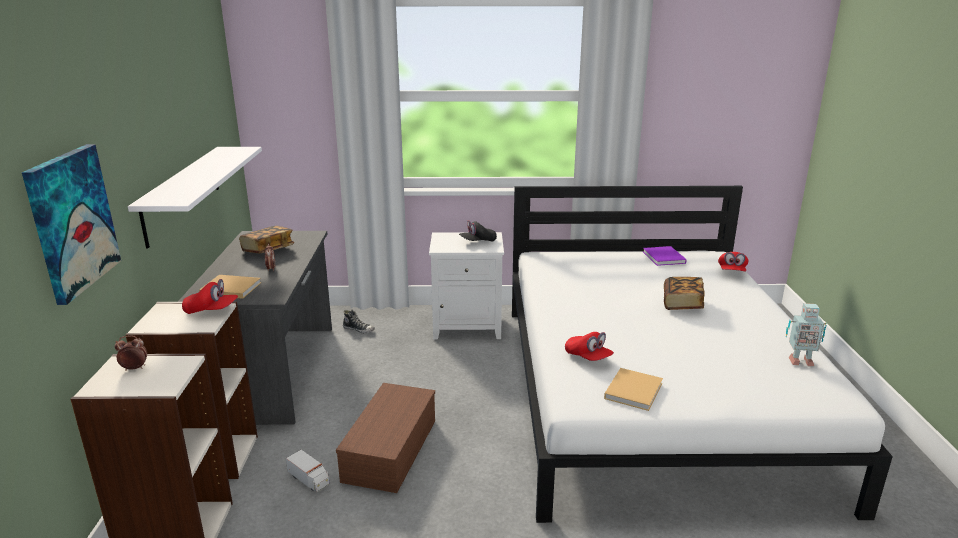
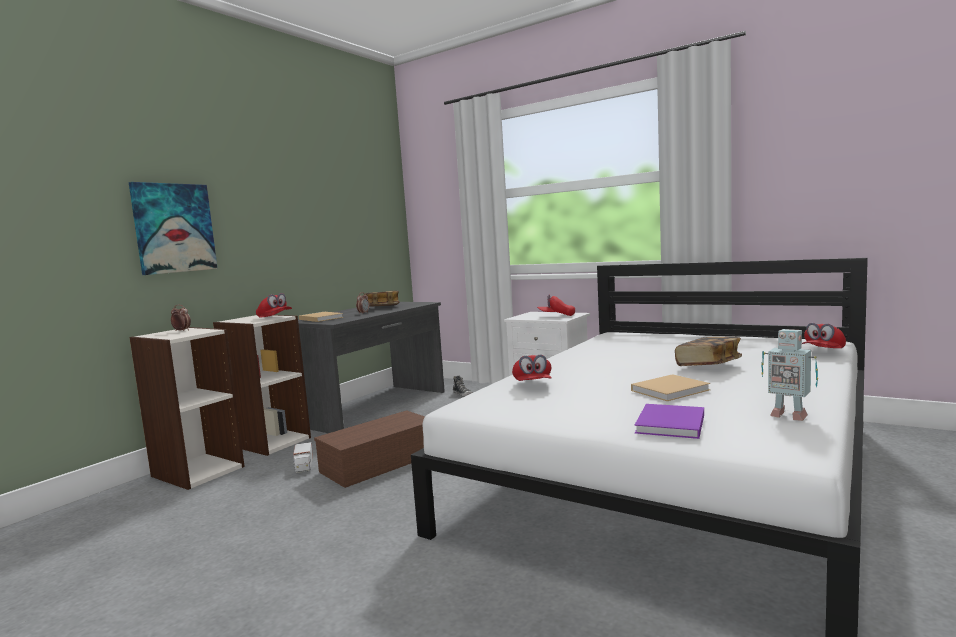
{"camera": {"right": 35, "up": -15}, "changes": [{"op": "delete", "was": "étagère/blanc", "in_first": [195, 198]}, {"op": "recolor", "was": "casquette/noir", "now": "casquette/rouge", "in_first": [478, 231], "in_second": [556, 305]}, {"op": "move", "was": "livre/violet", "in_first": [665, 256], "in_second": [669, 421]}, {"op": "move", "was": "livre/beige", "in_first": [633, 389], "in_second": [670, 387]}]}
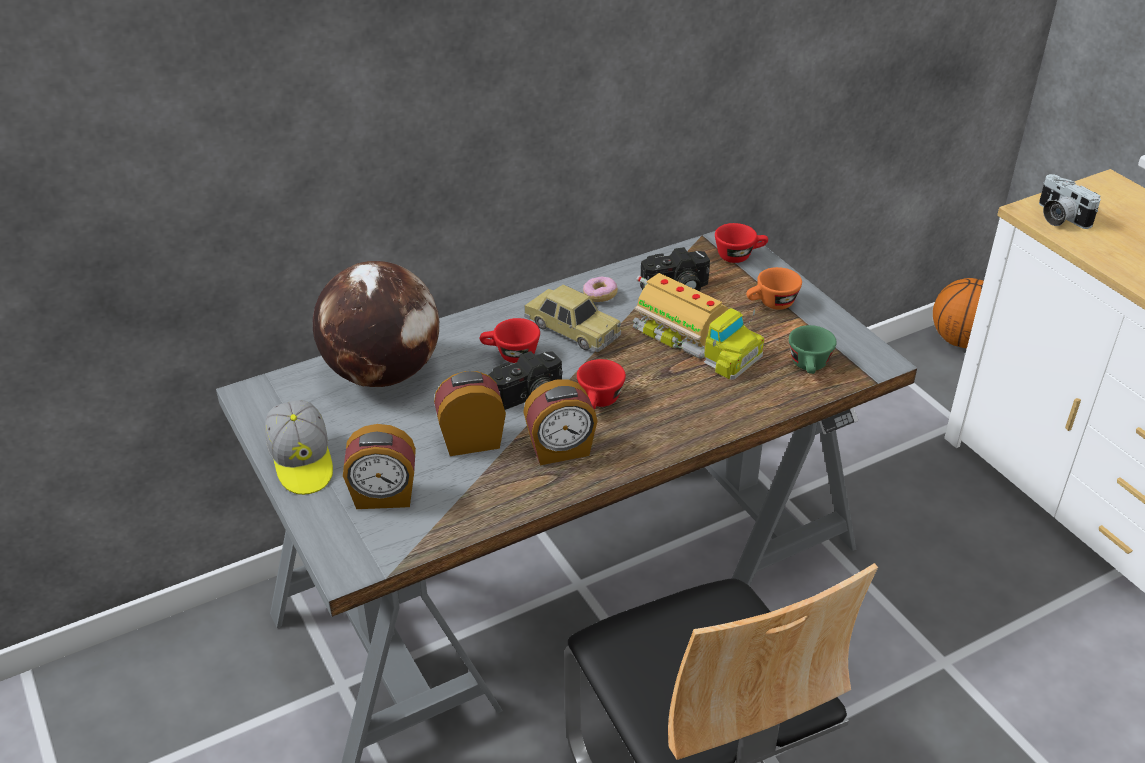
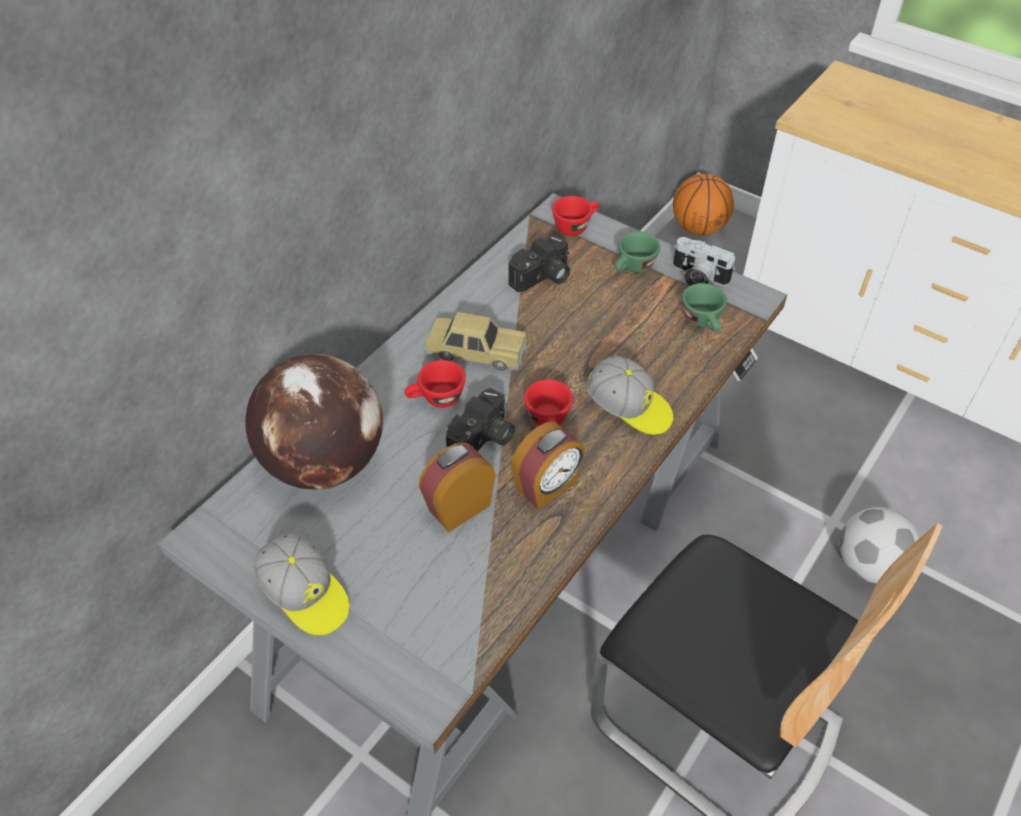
{"camera": {"right": -25, "up": 10}, "changes": [{"op": "move", "was": "appareil photo", "in_first": [1070, 201], "in_second": [704, 261]}, {"op": "recolor", "was": "tasse/orange", "now": "tasse/vert", "in_first": [774, 288], "in_second": [637, 252]}, {"op": "delete", "was": "camion jouet", "in_first": [698, 326]}, {"op": "delete", "was": "beignet", "in_first": [600, 289]}, {"op": "delete", "was": "réveil", "in_first": [379, 466]}, {"op": "insert", "now": "casquette", "in_second": [629, 395]}, {"op": "insert", "now": "ballon de foot", "in_second": [879, 545]}]}
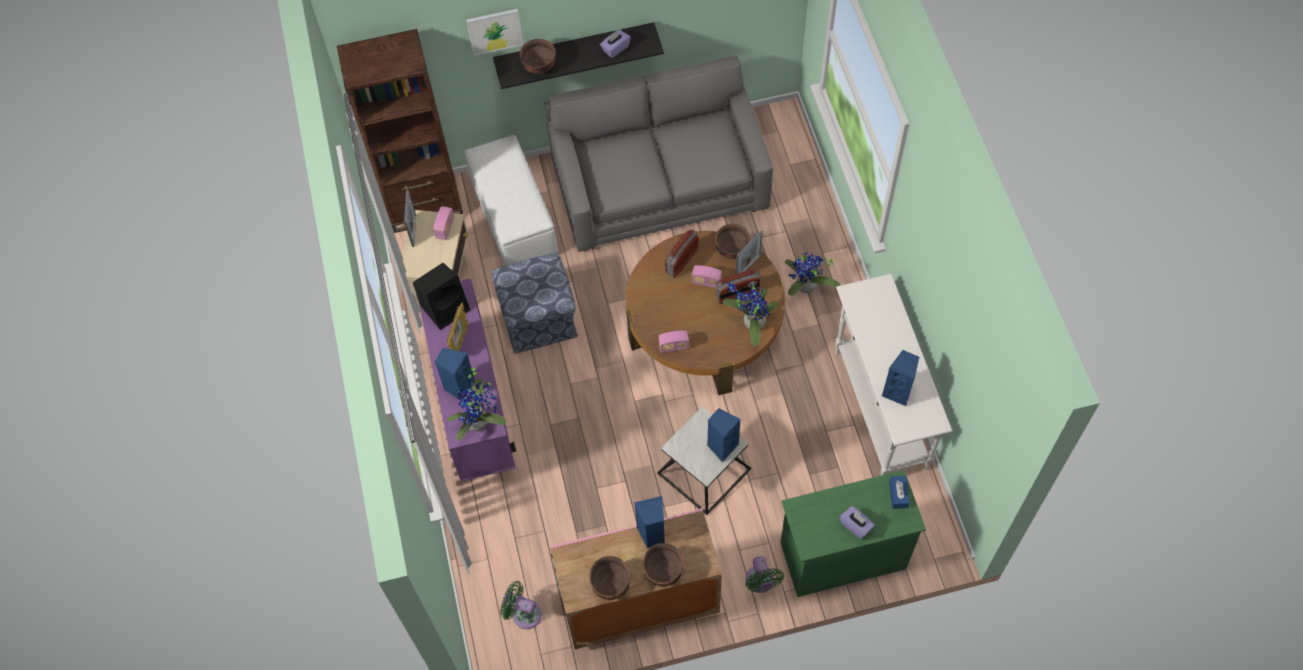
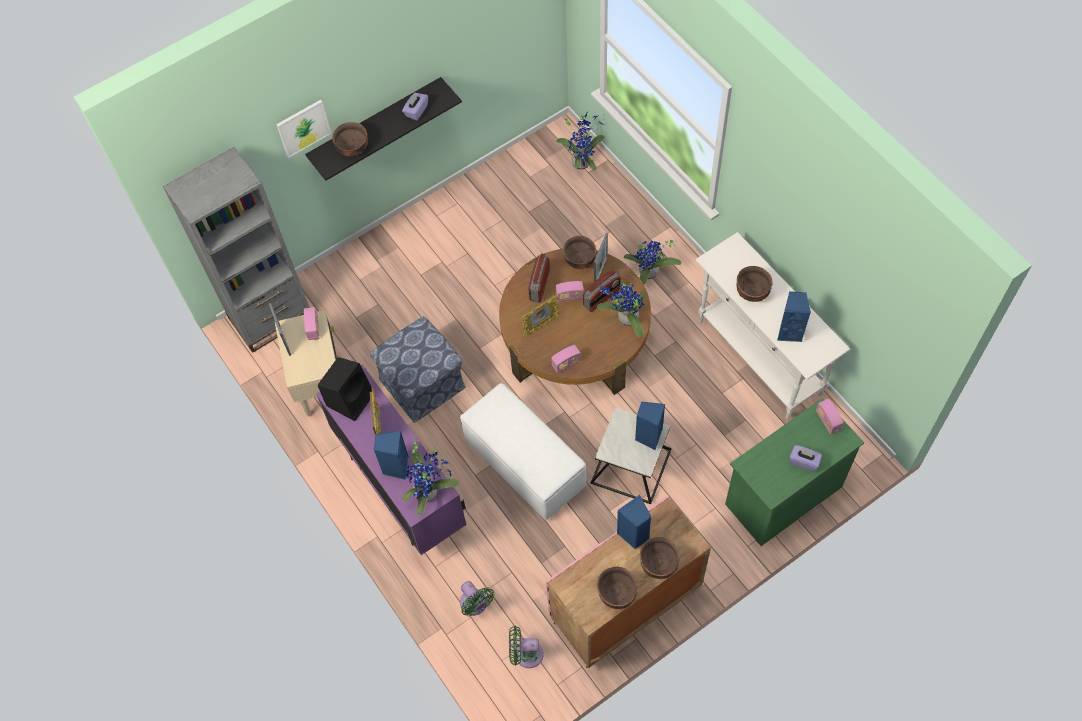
{"camera": {"right": -20, "up": 0}, "changes": [{"op": "recolor", "was": "bibliothèque/marron", "now": "bibliothèque/gris", "in_first": [400, 131], "in_second": [236, 250]}, {"op": "delete", "was": "canapé/gris", "in_first": [659, 154]}, {"op": "move", "was": "pouf/blanc", "in_first": [511, 200], "in_second": [523, 451]}, {"op": "replace", "was": "boîte à mouchoirs/bleu", "now": "radio", "in_first": [899, 492], "in_second": [829, 417]}, {"op": "move", "was": "ventilateur/vert", "in_first": [765, 574], "in_second": [477, 598]}, {"op": "insert", "now": "plante en pot", "in_second": [580, 142]}, {"op": "insert", "now": "bol/marron", "in_second": [755, 284]}, {"op": "insert", "now": "cadre photo", "in_second": [541, 315]}]}
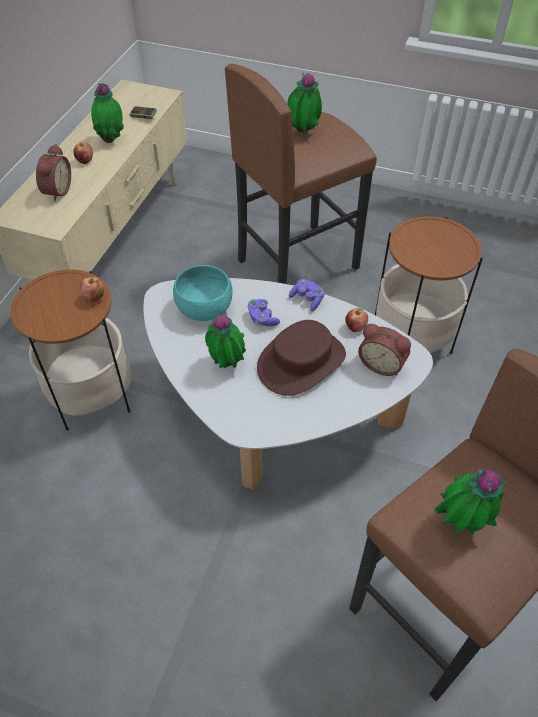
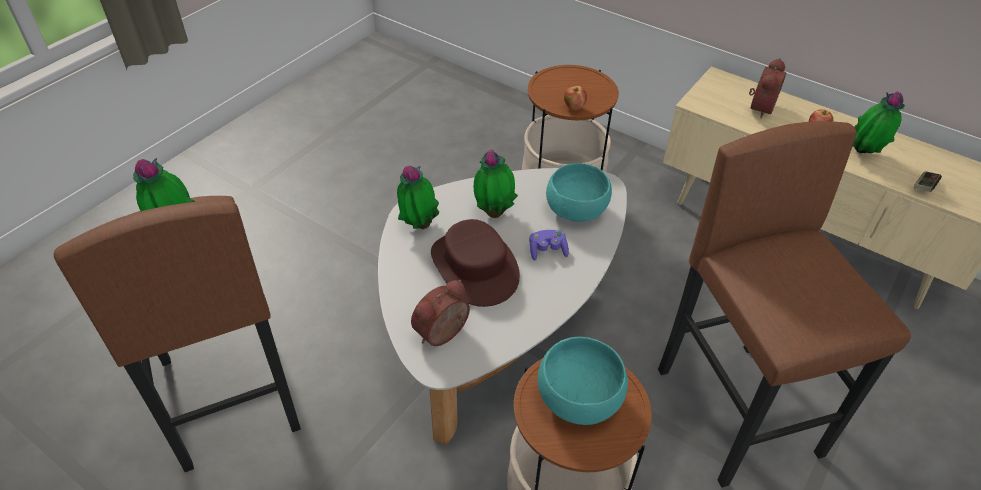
{"camera": {"right": 105, "up": -5}, "changes": [{"op": "move", "was": "plante en pot", "in_first": [304, 102], "in_second": [418, 197]}, {"op": "rotate", "was": "réveil", "in_first": [53, 172], "in_second": [767, 88], "clockwise": -90}, {"op": "delete", "was": "manette/violet", "in_first": [307, 295]}, {"op": "delete", "was": "pomme", "in_first": [356, 320]}, {"op": "insert", "now": "bol/turquoise", "in_second": [583, 381]}]}
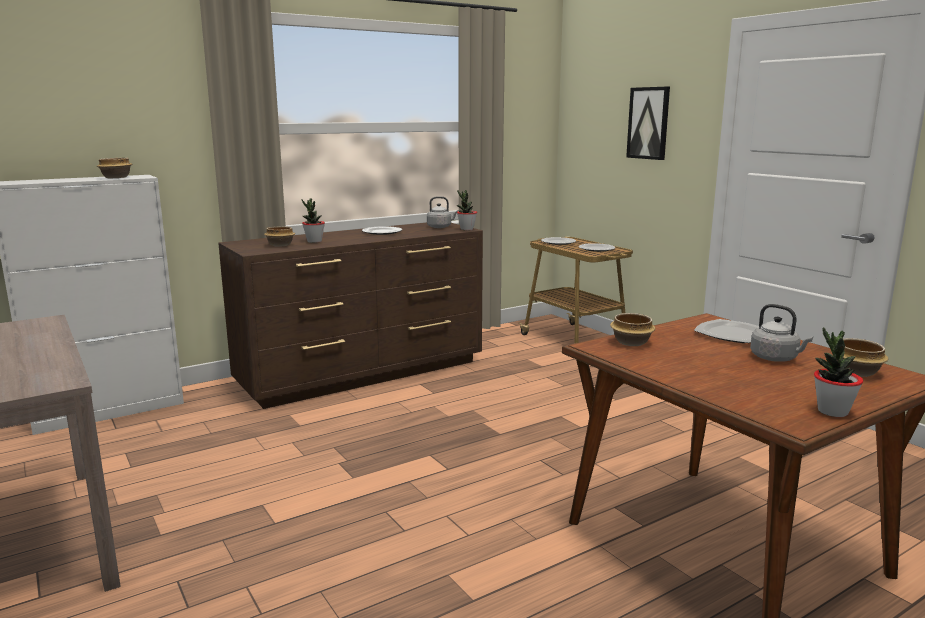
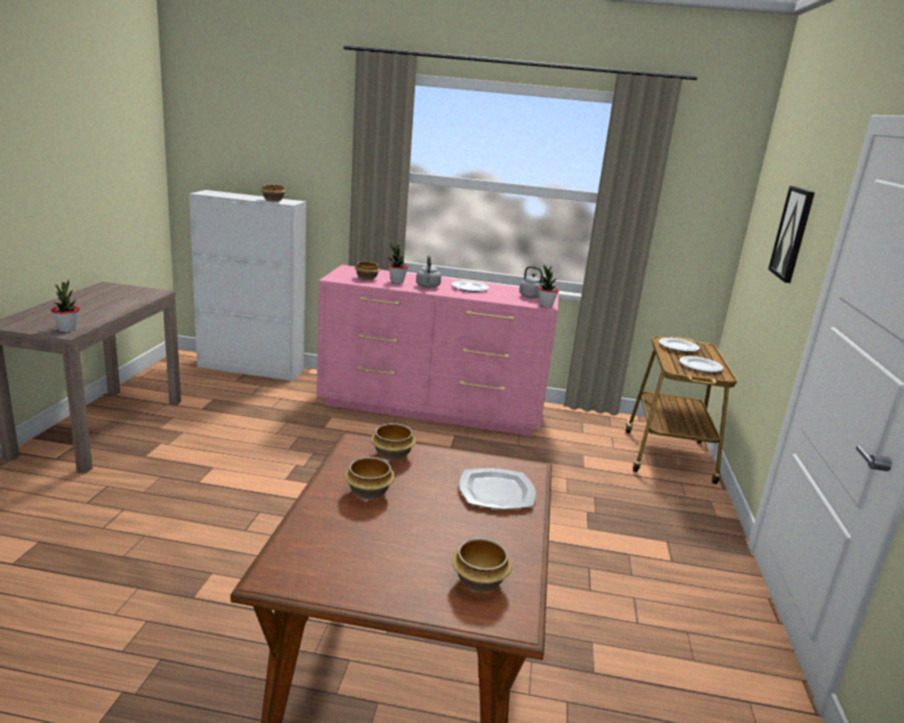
{"camera": {"right": 40, "up": 5}, "changes": [{"op": "recolor", "was": "commode/marron", "now": "commode/rose", "in_first": [350, 316], "in_second": [438, 350]}, {"op": "move", "was": "bouilloire/gris", "in_first": [781, 333], "in_second": [428, 271]}, {"op": "move", "was": "plante en pot", "in_first": [838, 372], "in_second": [65, 306]}, {"op": "insert", "now": "bol", "in_second": [370, 478]}]}
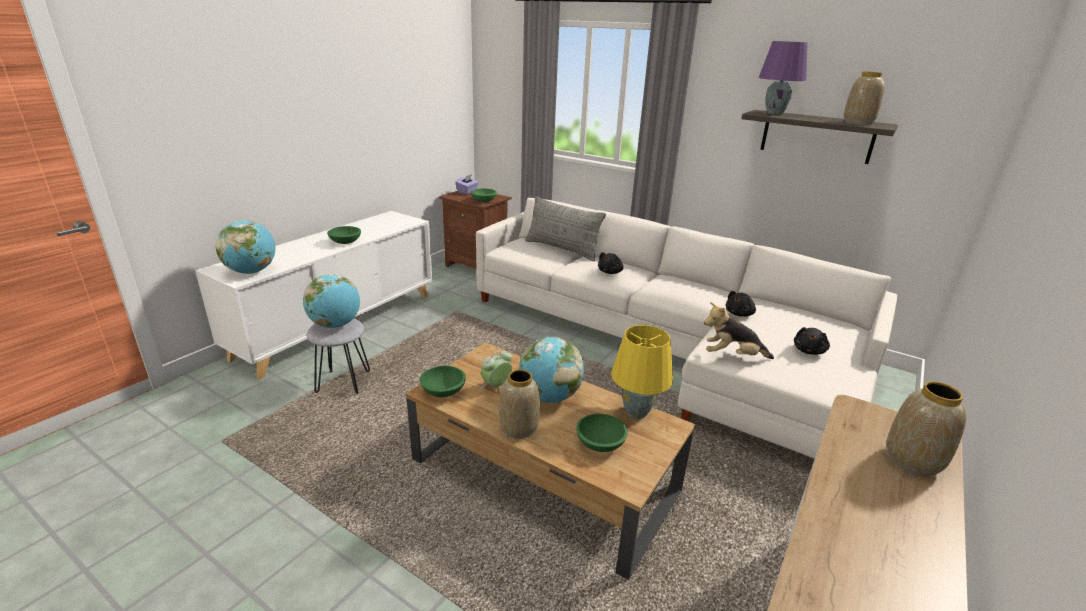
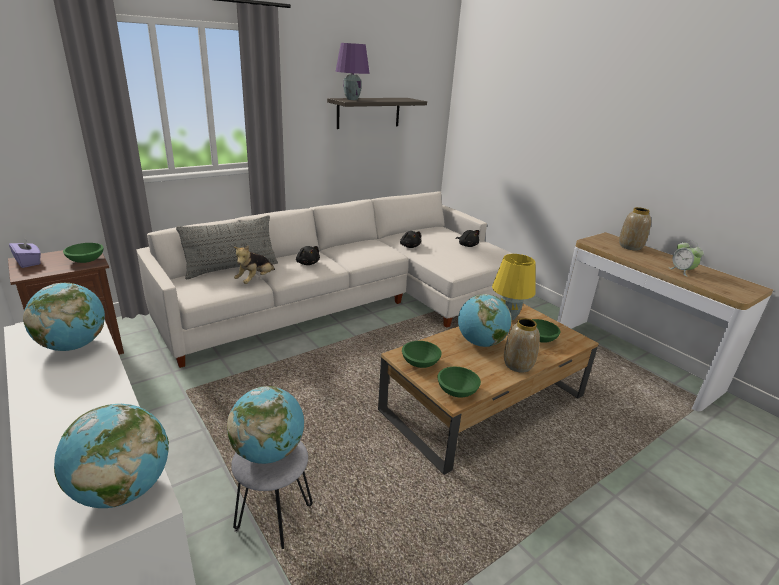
{"camera": {"right": -70, "up": 0}, "changes": [{"op": "delete", "was": "vase", "in_first": [864, 98]}, {"op": "move", "was": "bol/vert", "in_first": [344, 235], "in_second": [422, 354]}, {"op": "move", "was": "peluche", "in_first": [739, 330], "in_second": [254, 264]}, {"op": "move", "was": "réveil", "in_first": [496, 369], "in_second": [686, 258]}, {"op": "insert", "now": "globe", "in_second": [64, 317]}]}
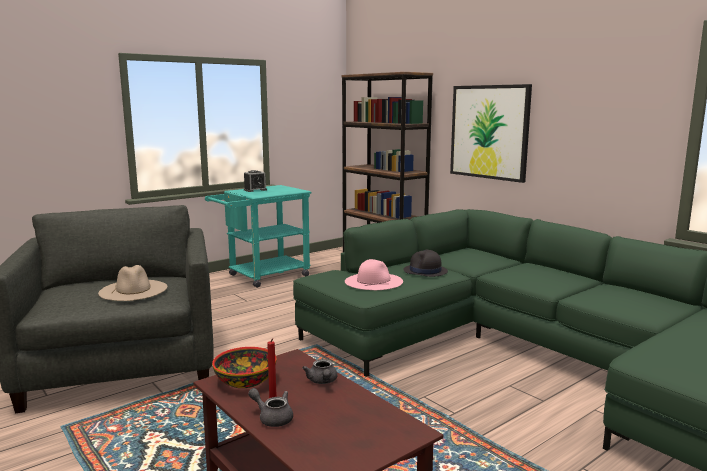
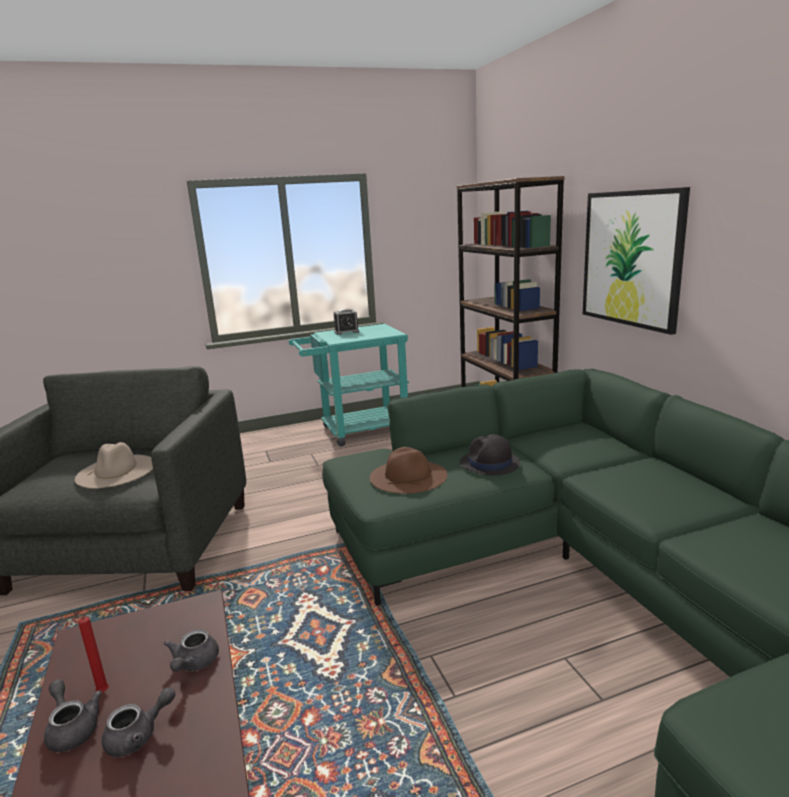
{"camera": {"right": 20, "up": 5}, "changes": [{"op": "recolor", "was": "chapeau/rose", "now": "chapeau/marron", "in_first": [374, 274], "in_second": [408, 470]}, {"op": "delete", "was": "bol", "in_first": [244, 367]}, {"op": "insert", "now": "théière/gris", "in_second": [139, 722]}]}
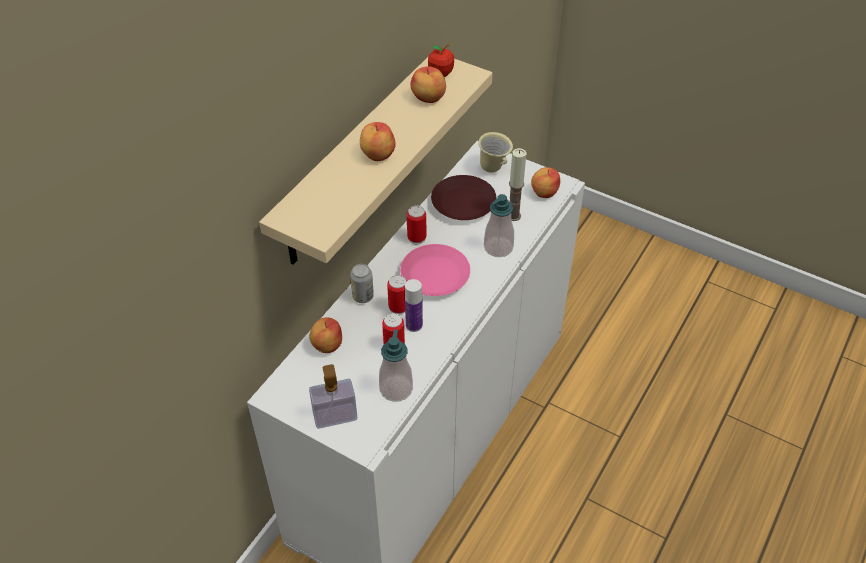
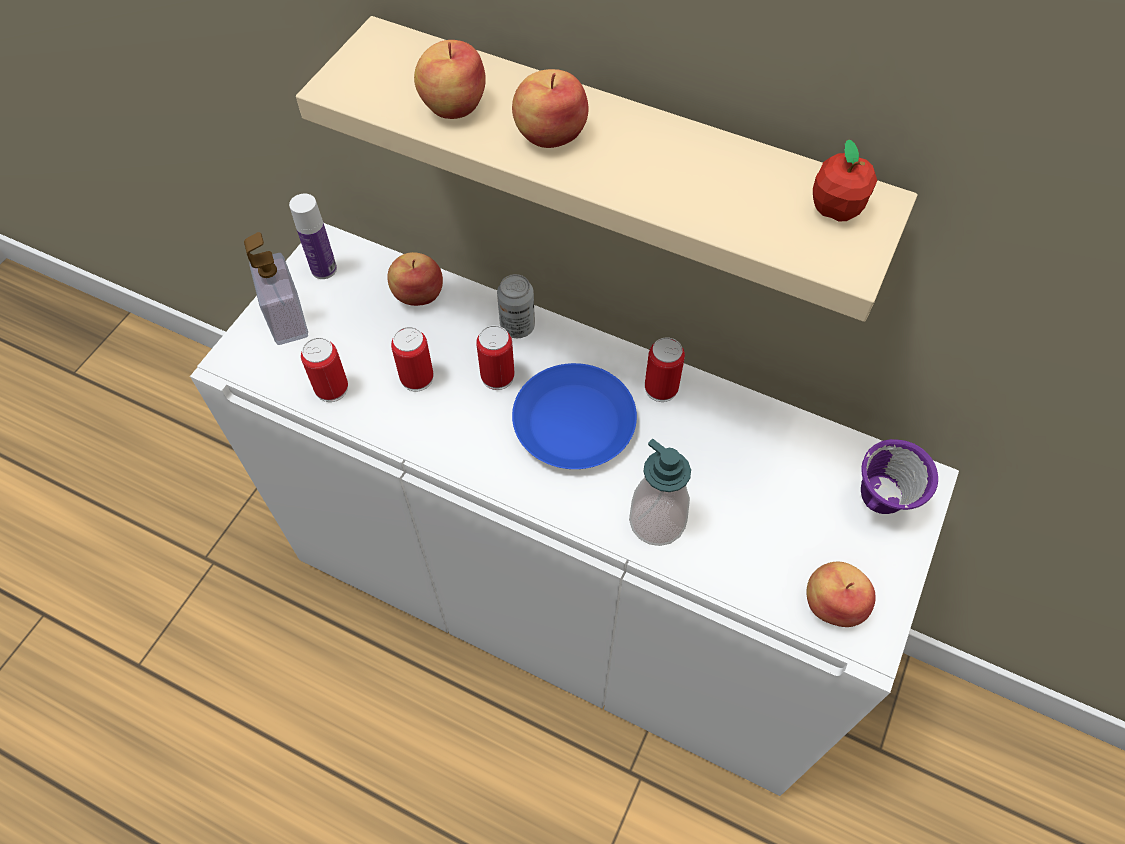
{"camera": {"right": 85, "up": 10}, "changes": [{"op": "move", "was": "pomme", "in_first": [428, 84], "in_second": [450, 79]}, {"op": "recolor", "was": "mug/beige", "now": "mug/violet", "in_first": [495, 152], "in_second": [899, 476]}, {"op": "delete", "was": "bougie", "in_first": [517, 184]}, {"op": "delete", "was": "assiette/marron", "in_first": [463, 197]}, {"op": "recolor", "was": "assiette/rose", "now": "assiette/bleu", "in_first": [435, 270], "in_second": [574, 416]}, {"op": "move", "was": "bouteille", "in_first": [414, 305], "in_second": [313, 236]}, {"op": "replace", "was": "distributeur de savon", "now": "boîte métallique", "in_first": [396, 366], "in_second": [324, 369]}]}
